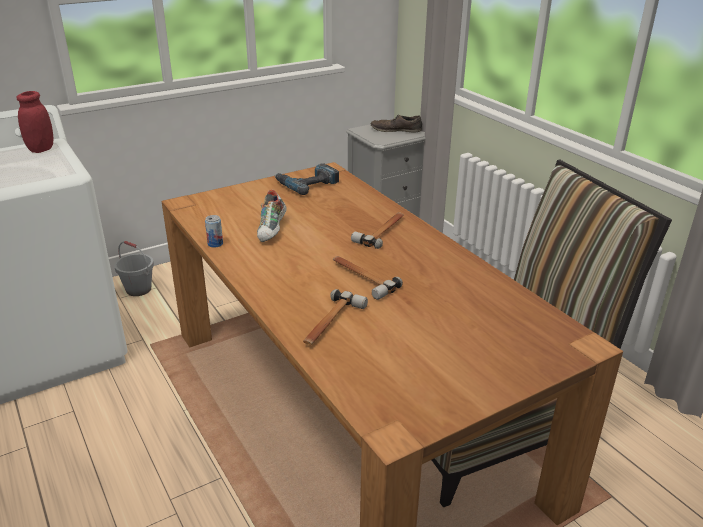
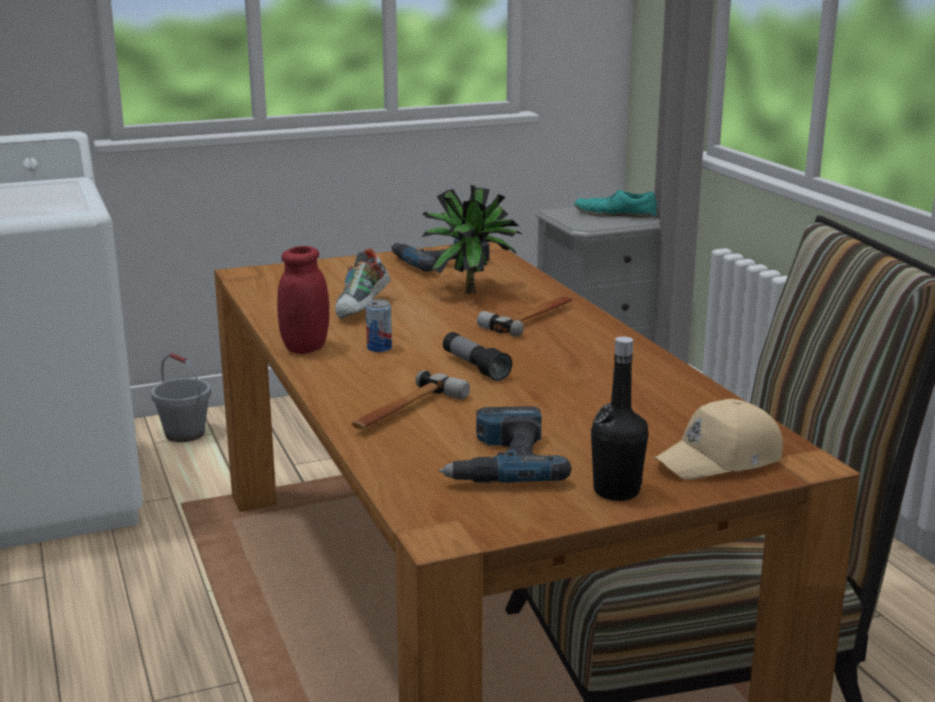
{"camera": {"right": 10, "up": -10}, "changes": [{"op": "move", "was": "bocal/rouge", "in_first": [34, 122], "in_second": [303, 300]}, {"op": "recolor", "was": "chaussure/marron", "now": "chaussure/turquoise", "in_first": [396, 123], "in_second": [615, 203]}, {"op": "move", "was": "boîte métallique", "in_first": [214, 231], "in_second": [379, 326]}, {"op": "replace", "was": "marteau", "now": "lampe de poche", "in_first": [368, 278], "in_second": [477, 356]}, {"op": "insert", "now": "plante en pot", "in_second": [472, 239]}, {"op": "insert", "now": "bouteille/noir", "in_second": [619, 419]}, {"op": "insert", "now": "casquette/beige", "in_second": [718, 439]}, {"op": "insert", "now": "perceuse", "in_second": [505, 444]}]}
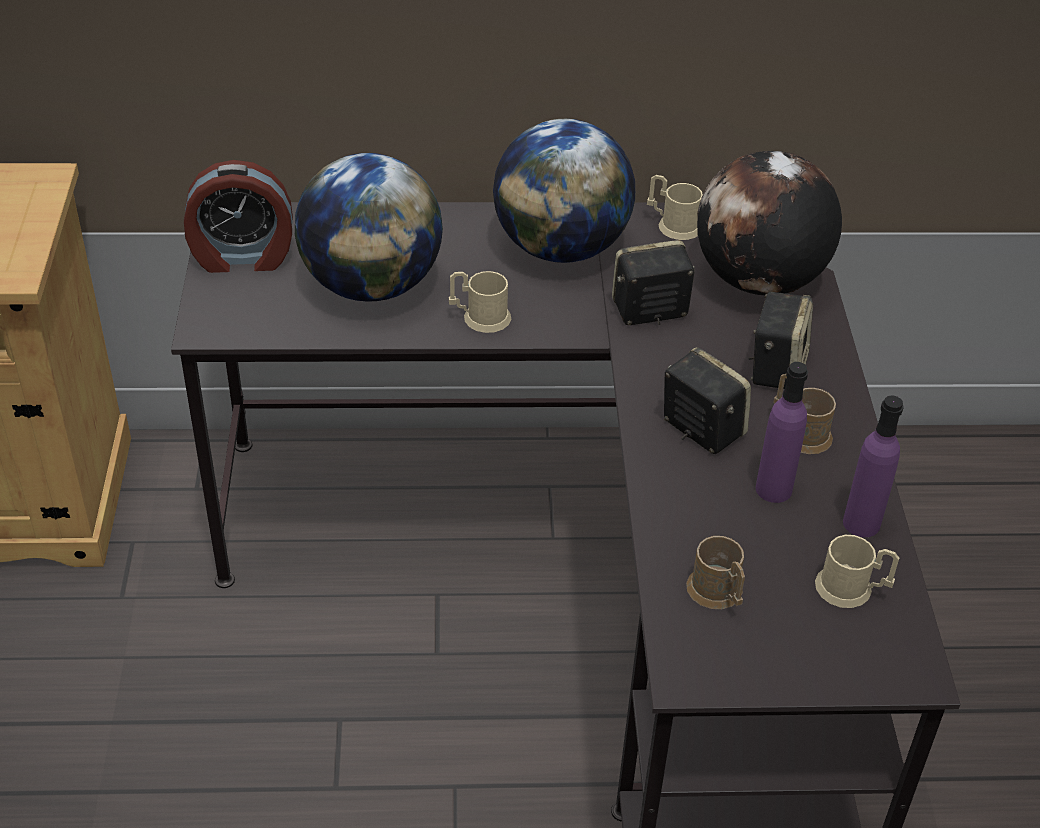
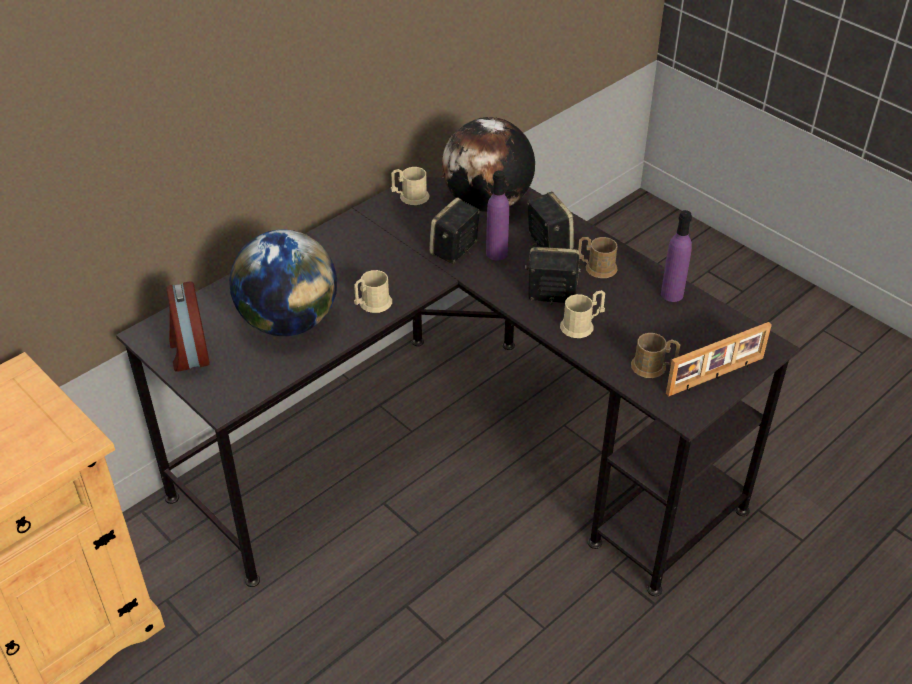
{"camera": {"right": -40, "up": 0}, "changes": [{"op": "delete", "was": "globe", "in_first": [564, 191]}, {"op": "rotate", "was": "réveil", "in_first": [238, 216], "in_second": [188, 326], "clockwise": 120}, {"op": "move", "was": "bouteille/violet", "in_first": [782, 432], "in_second": [497, 215]}, {"op": "move", "was": "mug/beige", "in_first": [857, 571], "in_second": [582, 314]}, {"op": "insert", "now": "cadre photo", "in_second": [719, 359]}]}
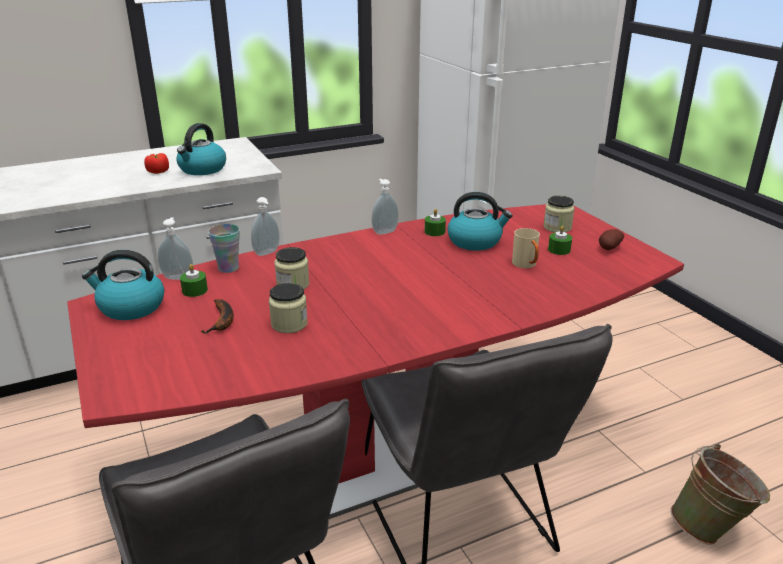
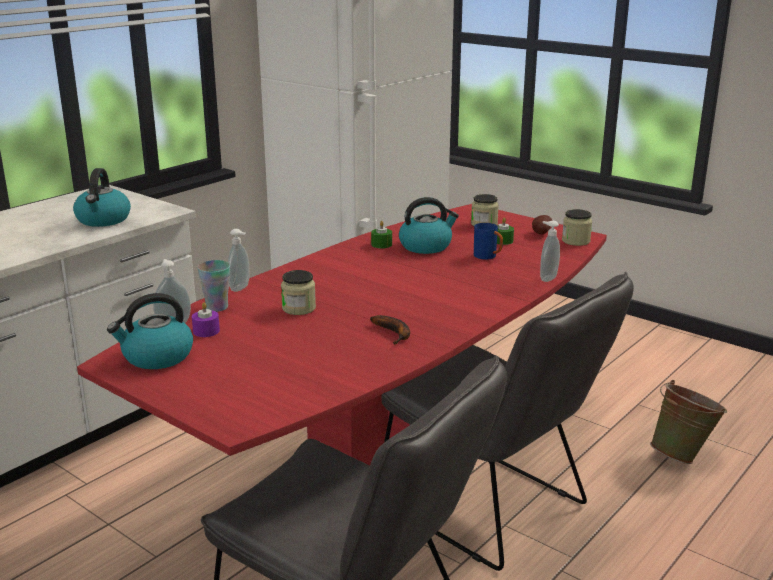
{"camera": {"right": -25, "up": -5}, "changes": [{"op": "delete", "was": "tomate", "in_first": [156, 163]}, {"op": "move", "was": "distributeur de savon", "in_first": [385, 207], "in_second": [550, 251]}, {"op": "recolor", "was": "mug/beige", "now": "mug/bleu", "in_first": [526, 248], "in_second": [488, 241]}, {"op": "recolor", "was": "bougie/vert", "now": "bougie/violet", "in_first": [194, 280], "in_second": [206, 319]}, {"op": "move", "was": "bocal", "in_first": [288, 308], "in_second": [577, 227]}, {"op": "move", "was": "banane", "in_first": [217, 316], "in_second": [390, 330]}]}
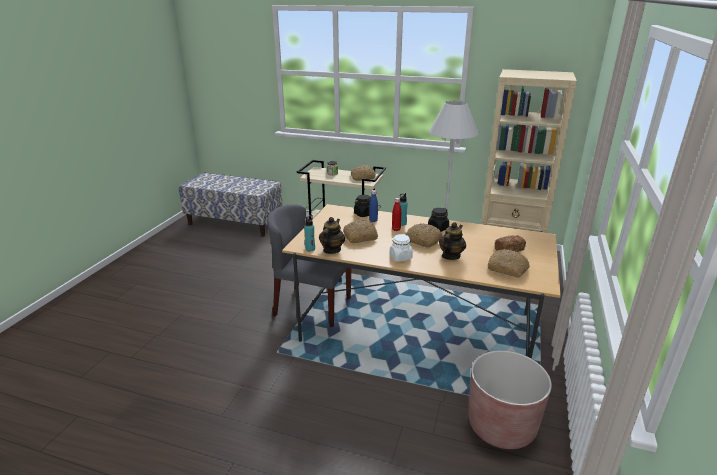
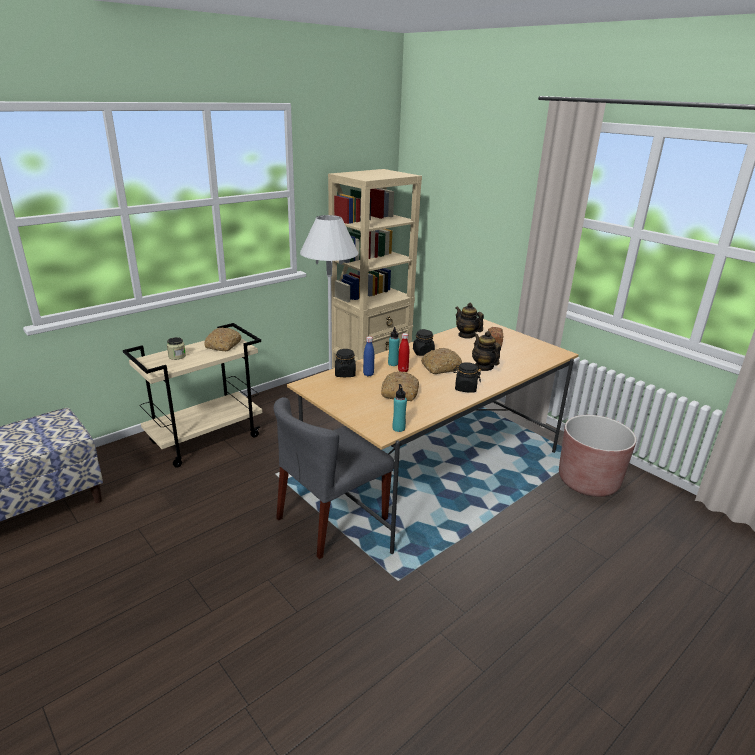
{"camera": {"right": -60, "up": 0}, "changes": [{"op": "move", "was": "théière", "in_first": [332, 235], "in_second": [469, 321]}, {"op": "recolor", "was": "bocal/blanc", "now": "bocal/noir", "in_first": [401, 248], "in_second": [467, 377]}, {"op": "delete", "was": "pain", "in_first": [509, 263]}]}
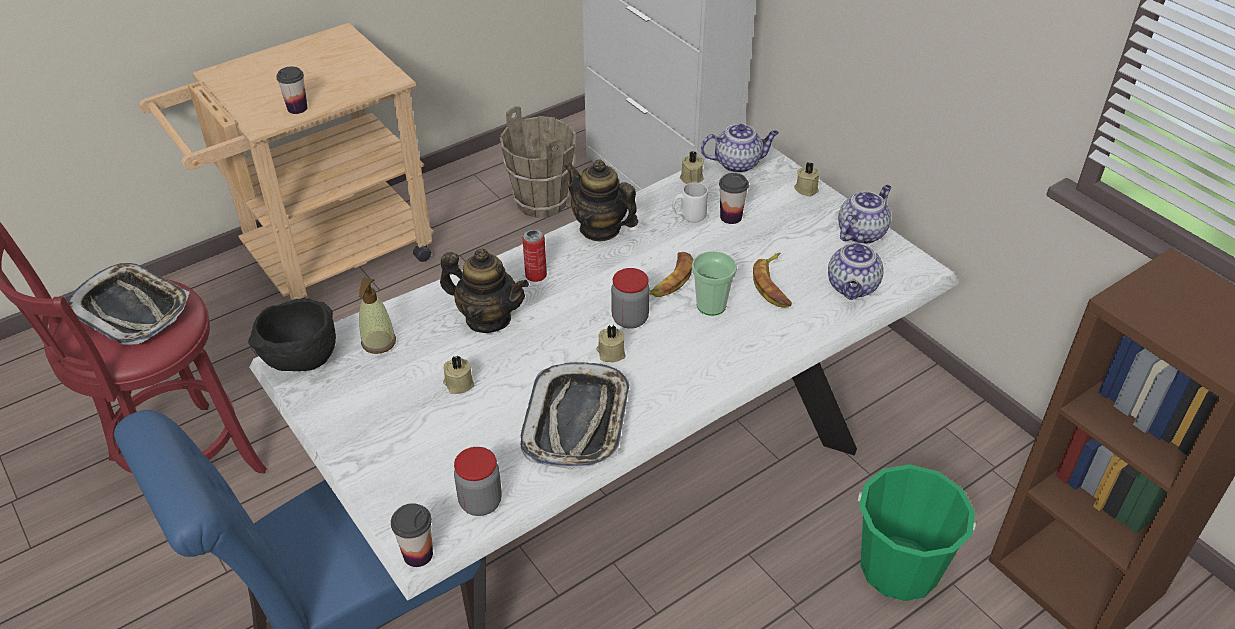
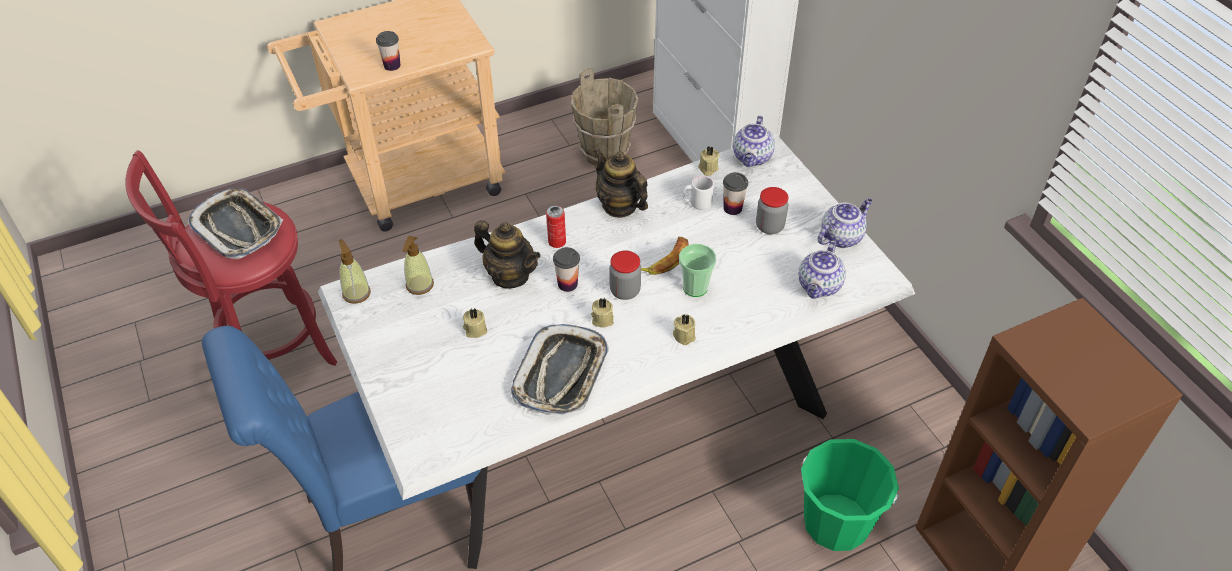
{"camera": {"right": 10, "up": 5}, "changes": [{"op": "rotate", "was": "théière", "in_first": [740, 148], "in_second": [754, 141], "clockwise": 105}, {"op": "move", "was": "bougie/beige", "in_first": [806, 179], "in_second": [684, 330]}, {"op": "delete", "was": "banane", "in_first": [772, 280]}, {"op": "replace", "was": "bol/noir", "now": "distributeur de savon", "in_first": [292, 334], "in_second": [355, 271]}, {"op": "move", "was": "bocal", "in_first": [478, 481], "in_second": [772, 210]}, {"op": "move", "was": "tasse", "in_first": [412, 535], "in_second": [566, 269]}]}
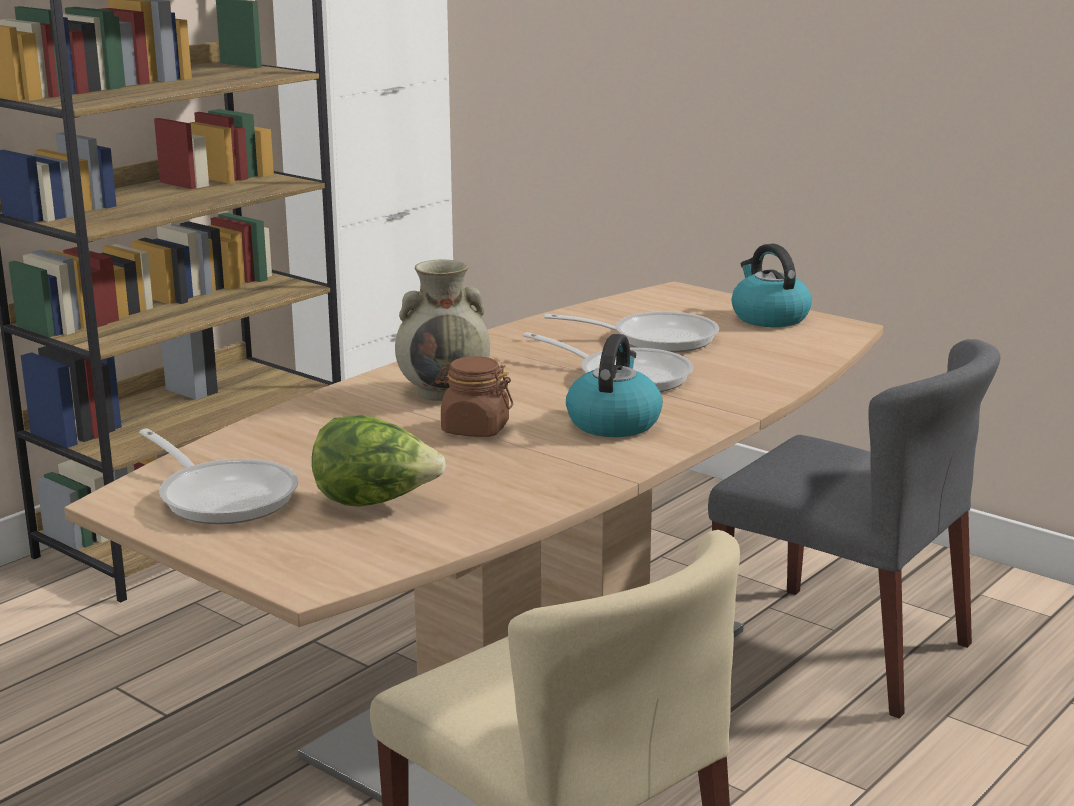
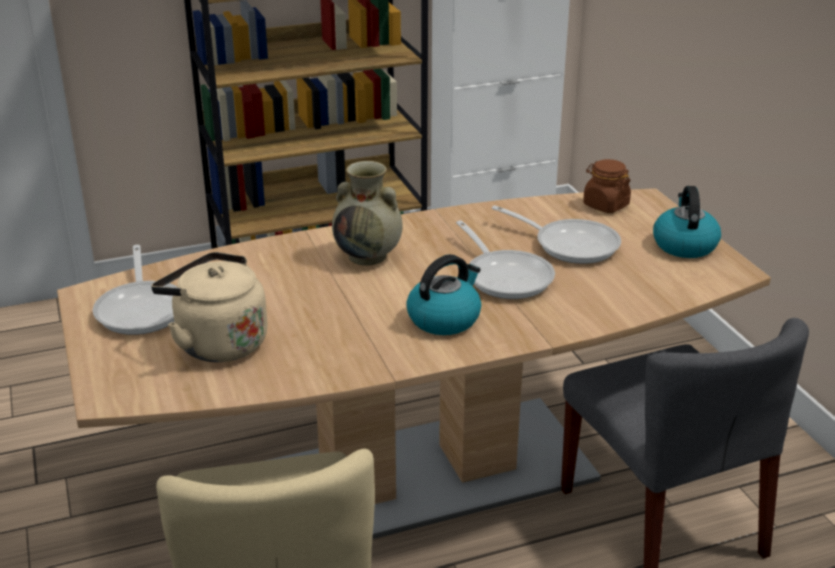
{"camera": {"right": 30, "up": 10}, "changes": [{"op": "move", "was": "bocal/marron", "in_first": [474, 396], "in_second": [607, 186]}, {"op": "replace", "was": "laitue", "now": "bouilloire/beige", "in_first": [379, 461], "in_second": [209, 307]}]}
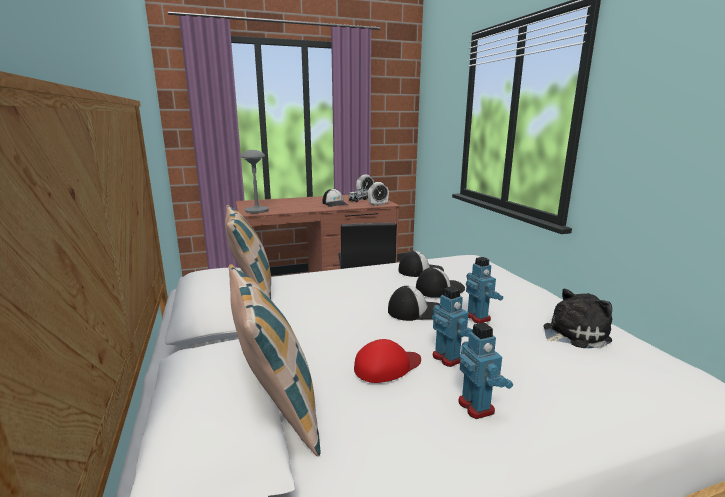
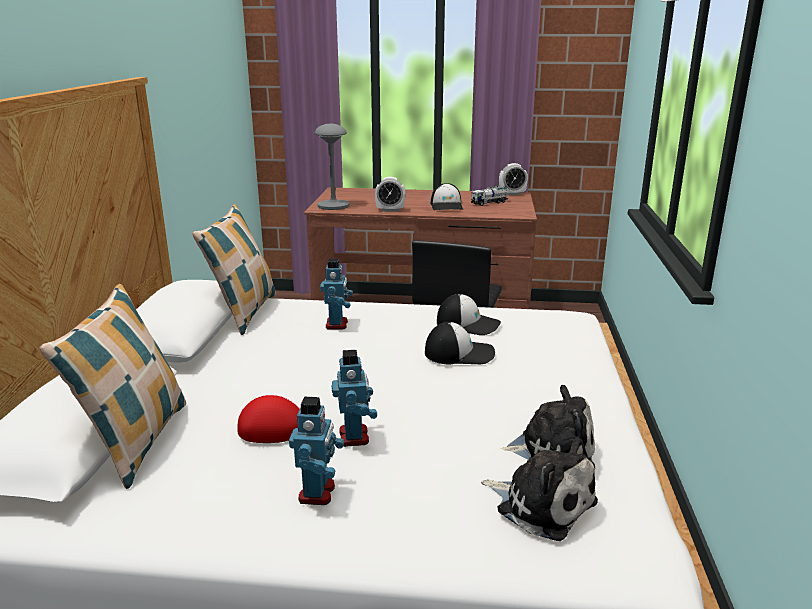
{"camera": {"right": 25, "up": 5}, "changes": [{"op": "move", "was": "réveil", "in_first": [378, 194], "in_second": [390, 194]}, {"op": "move", "was": "robot jouet", "in_first": [484, 290], "in_second": [336, 294]}, {"op": "delete", "was": "casquette", "in_first": [414, 303]}, {"op": "insert", "now": "peluche", "in_second": [539, 489]}]}
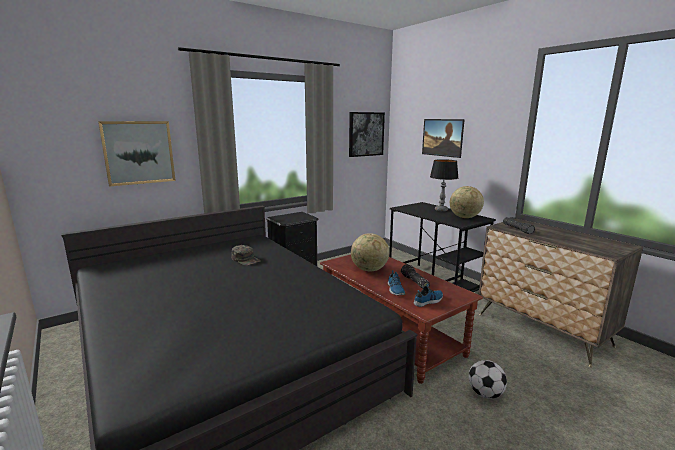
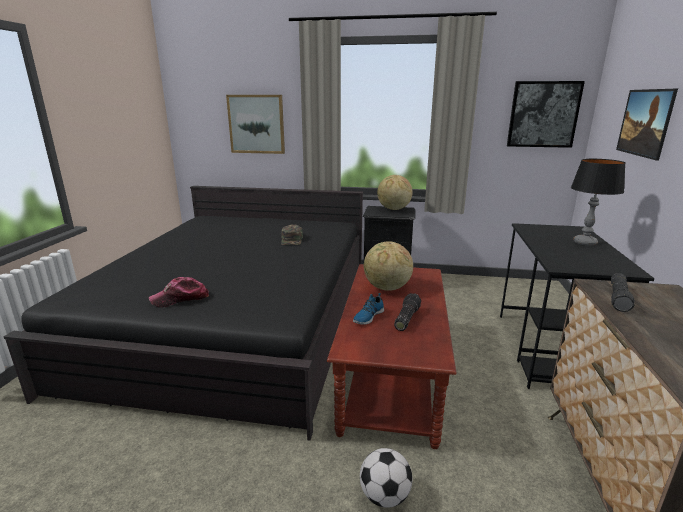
{"camera": {"right": 45, "up": 5}, "changes": [{"op": "move", "was": "globe", "in_first": [467, 202], "in_second": [395, 192]}, {"op": "delete", "was": "chaussure", "in_first": [428, 295]}, {"op": "insert", "now": "casquette", "in_second": [179, 292]}]}
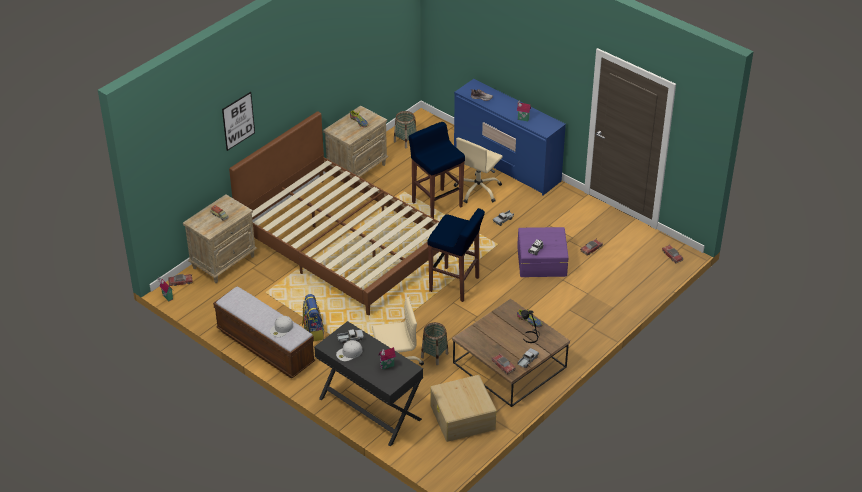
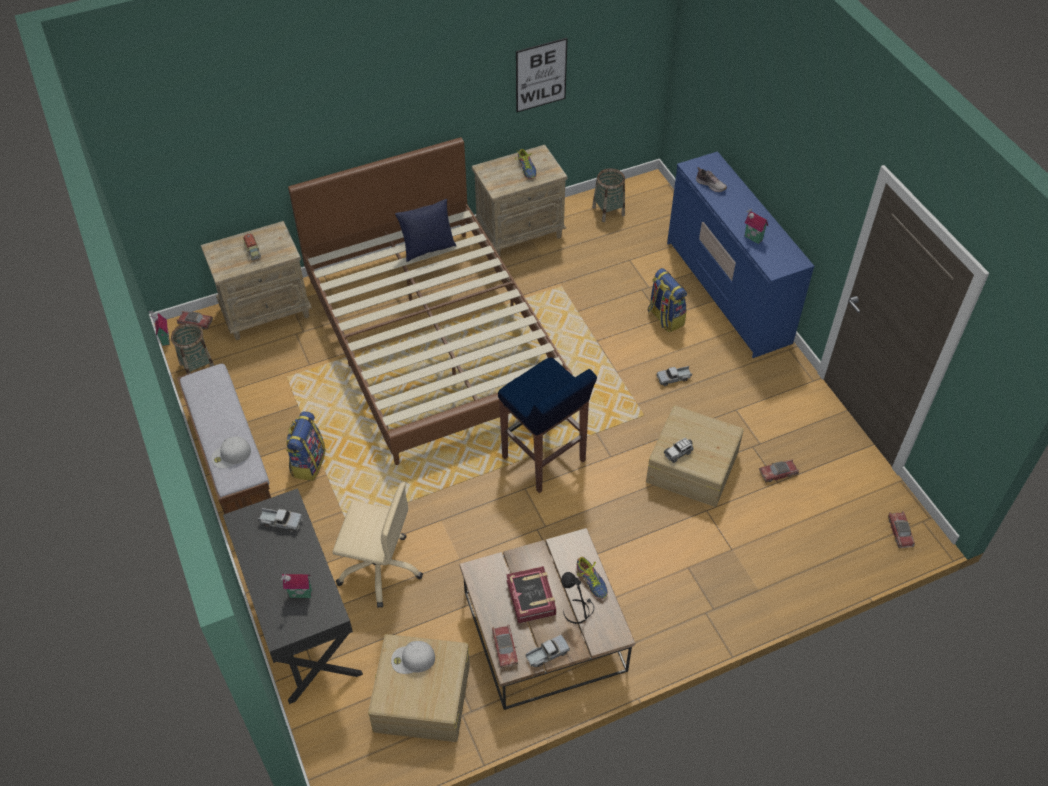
{"camera": {"right": 25, "up": 10}, "changes": [{"op": "move", "was": "tableau", "in_first": [238, 121], "in_second": [542, 75]}, {"op": "delete", "was": "tabouret/bleu", "in_first": [436, 170]}, {"op": "replace", "was": "chaise de bureau/beige", "now": "sac à dos", "in_first": [478, 170], "in_second": [667, 300]}, {"op": "recolor", "was": "boîte de rangement/violet", "now": "boîte de rangement/beige", "in_first": [543, 252], "in_second": [695, 456]}, {"op": "move", "was": "panier", "in_first": [434, 343], "in_second": [192, 348]}, {"op": "move", "was": "casquette/blanc", "in_first": [349, 350], "in_second": [413, 657]}, {"op": "insert", "now": "coussin/bleu", "in_second": [425, 230]}, {"op": "insert", "now": "livre", "in_second": [531, 595]}]}
